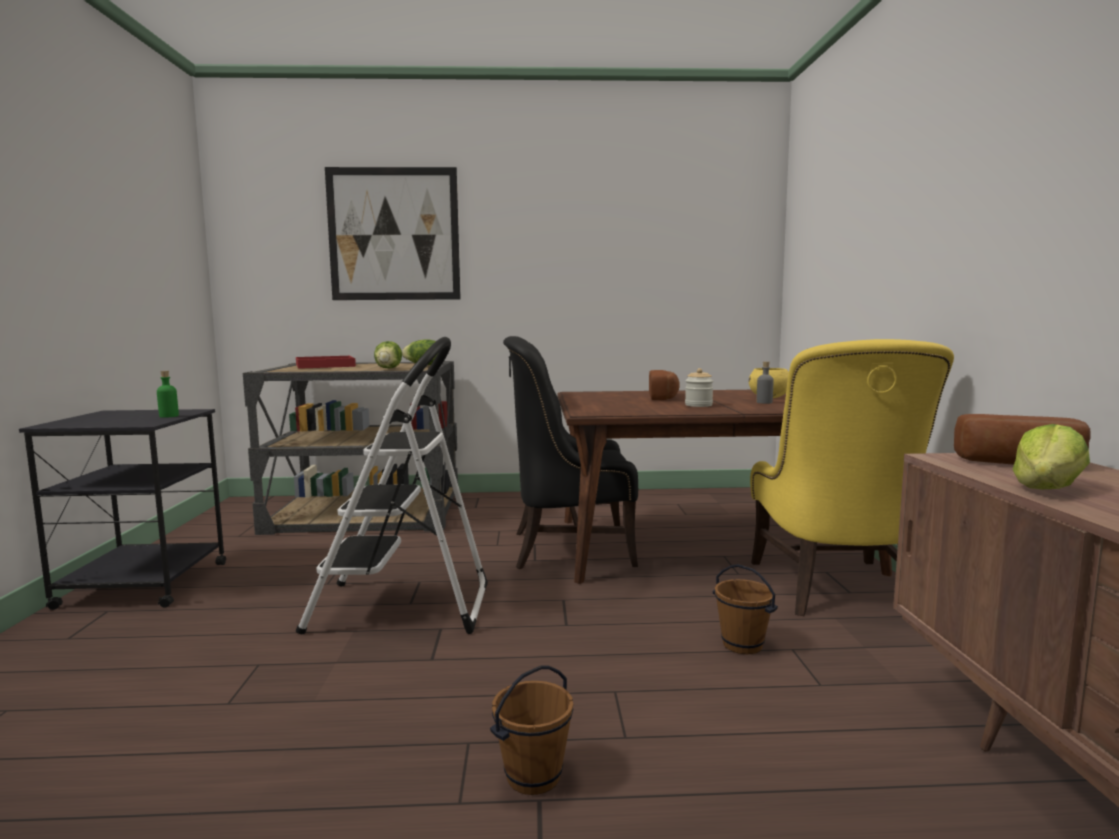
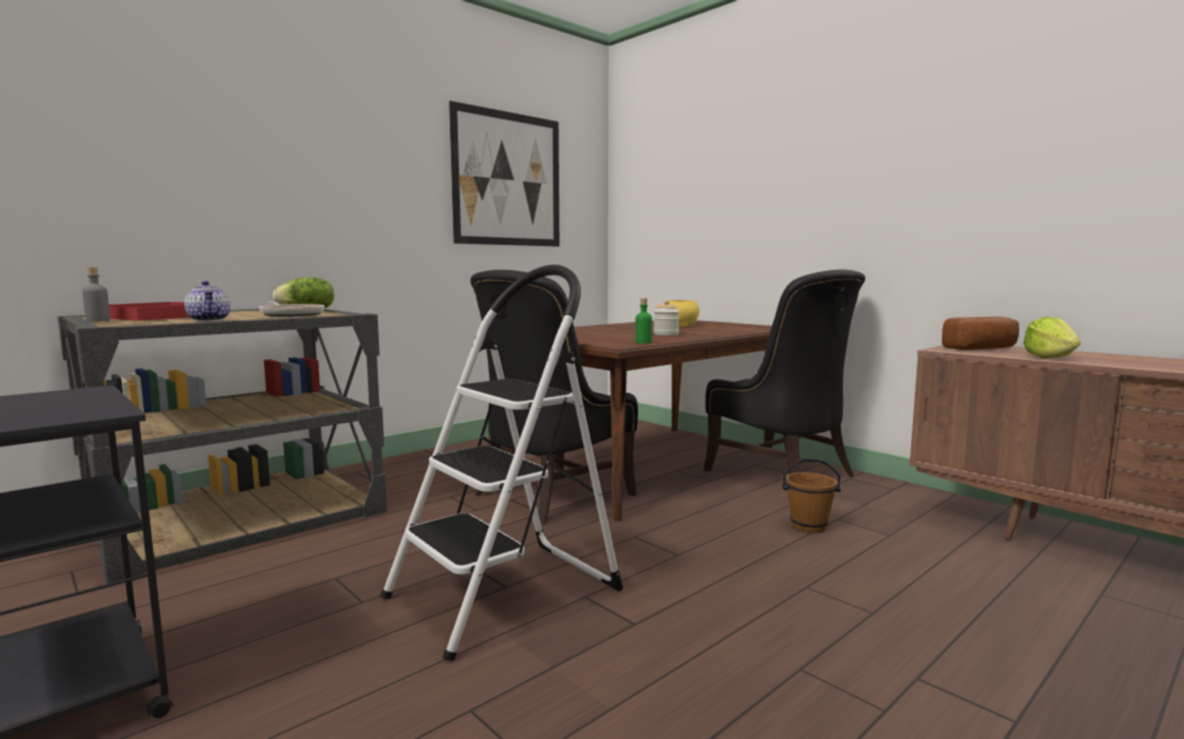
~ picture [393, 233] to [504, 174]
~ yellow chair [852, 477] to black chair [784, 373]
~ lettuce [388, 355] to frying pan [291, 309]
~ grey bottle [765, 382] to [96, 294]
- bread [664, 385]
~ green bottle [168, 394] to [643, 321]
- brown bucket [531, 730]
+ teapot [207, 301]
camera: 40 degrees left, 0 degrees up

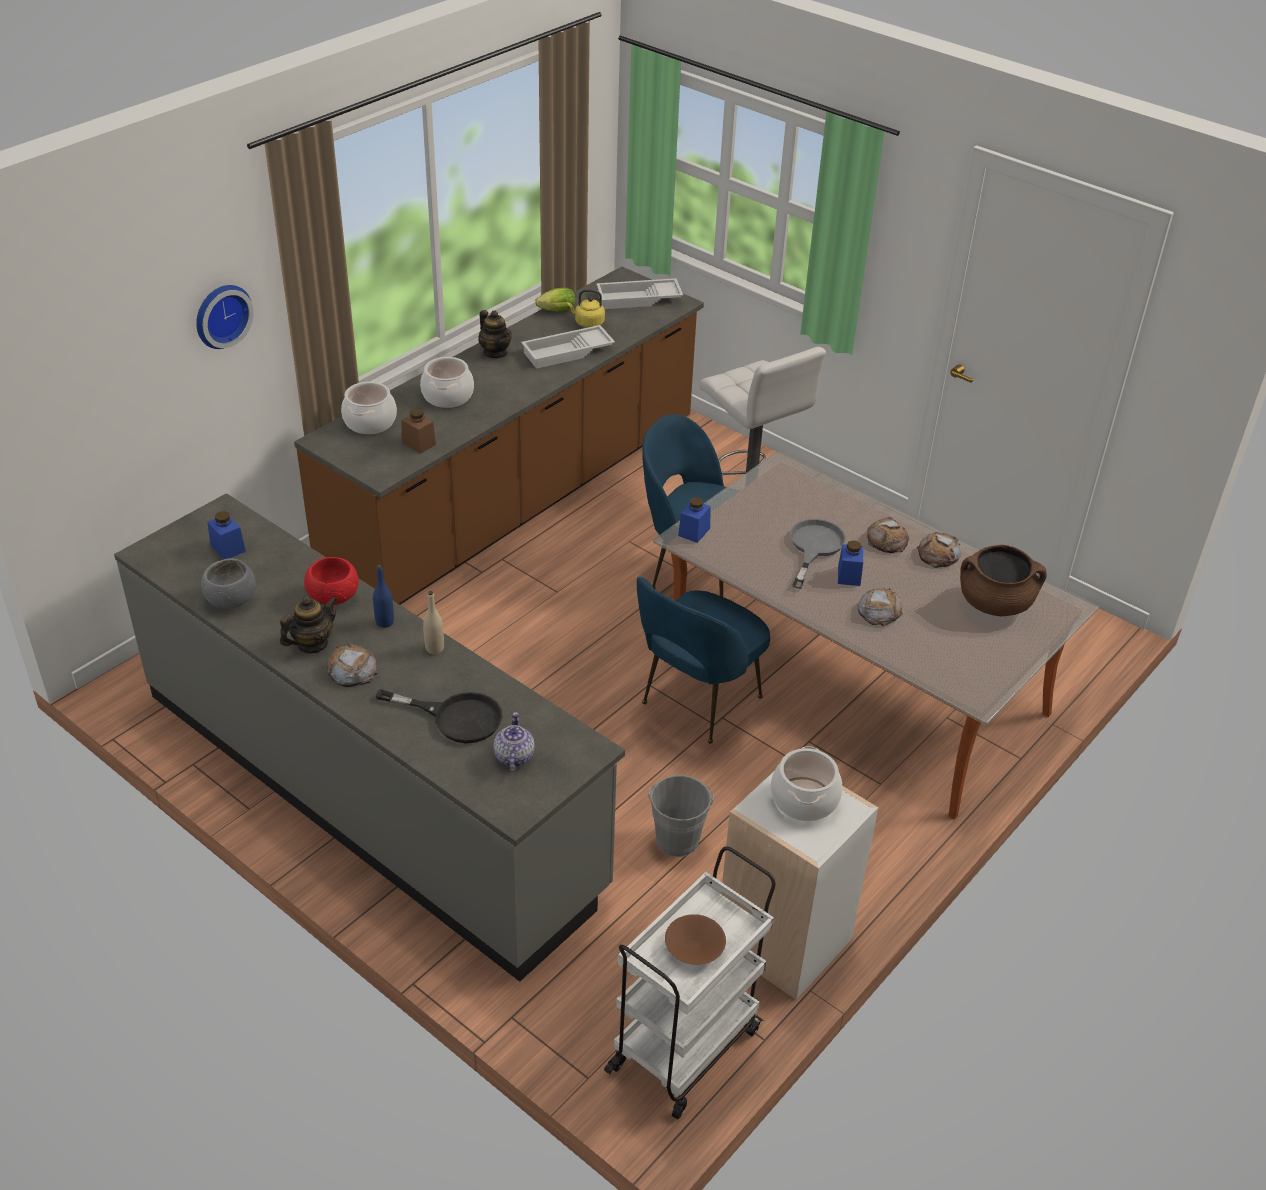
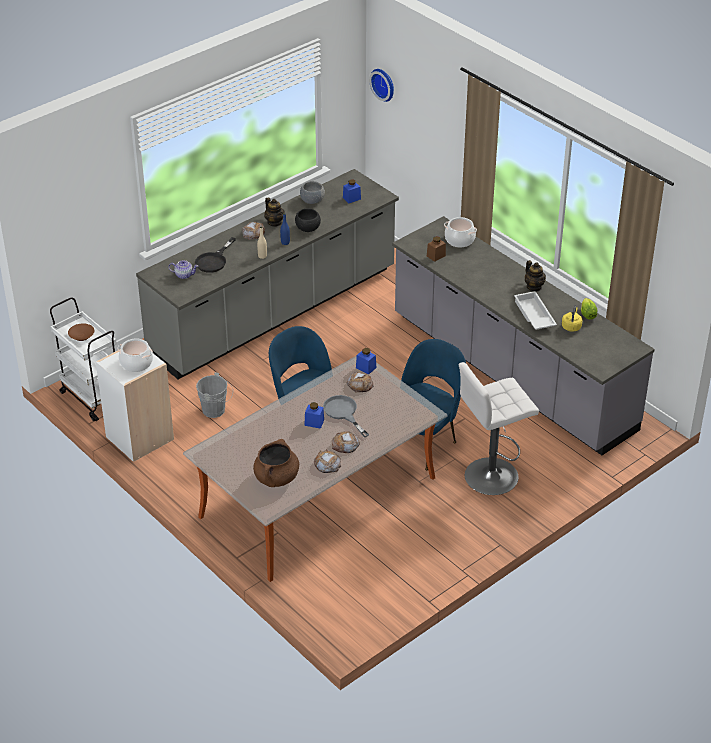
~ brown counter [499, 436] to grey counter [523, 335]
- white tray [639, 293]
~ wall clock [225, 317] to [381, 85]
~ teapot [495, 334] = [535, 275] 90 degrees counterclockwise
- cooking pot [447, 382]
~ grey frying pan [818, 554] = [346, 416] 150 degrees counterclockwise
~ red bowl [331, 581] to black bowl [308, 220]
~ bread [880, 607] to [360, 382]
camera: 100 degrees right, 0 degrees up

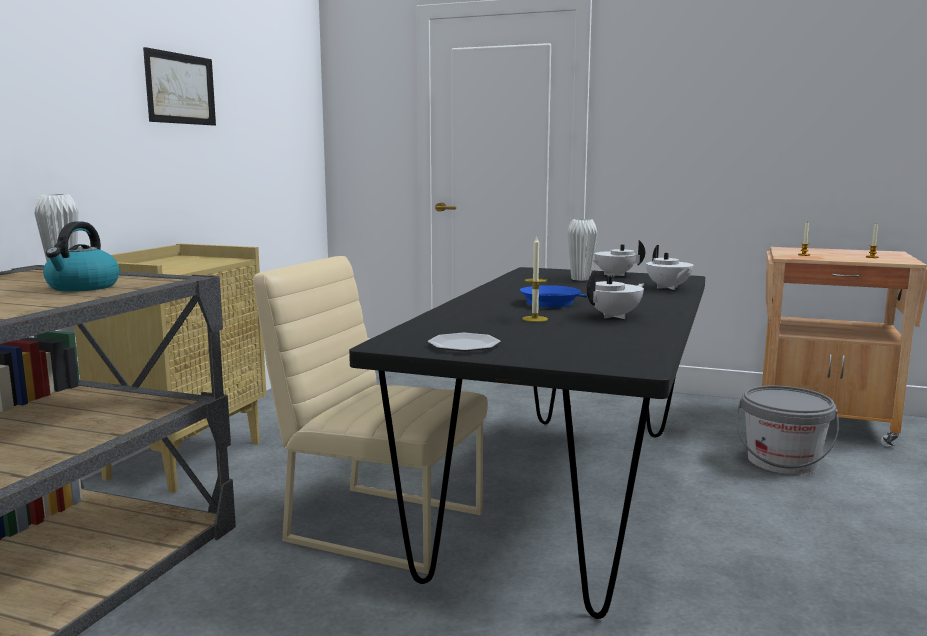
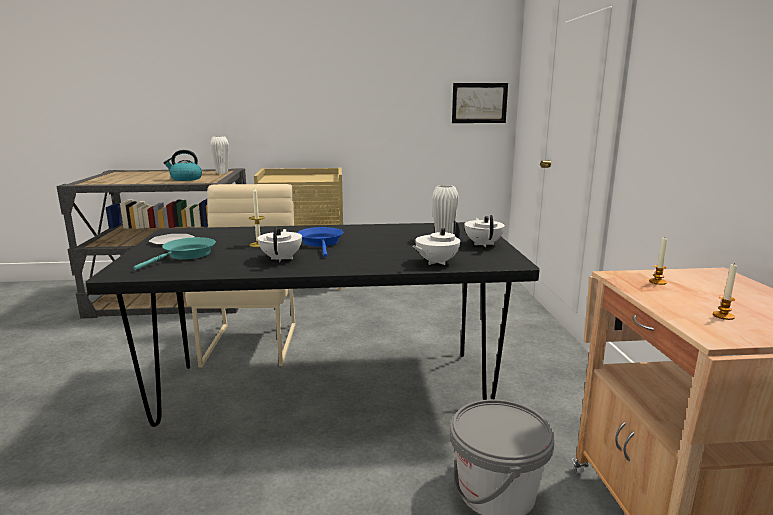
~ picture [179, 86] to [480, 103]
~ white teapot [615, 294] = [279, 244] 120 degrees counterclockwise
+ turquoise frying pan [174, 253]
camera: 65 degrees right, 5 degrees up

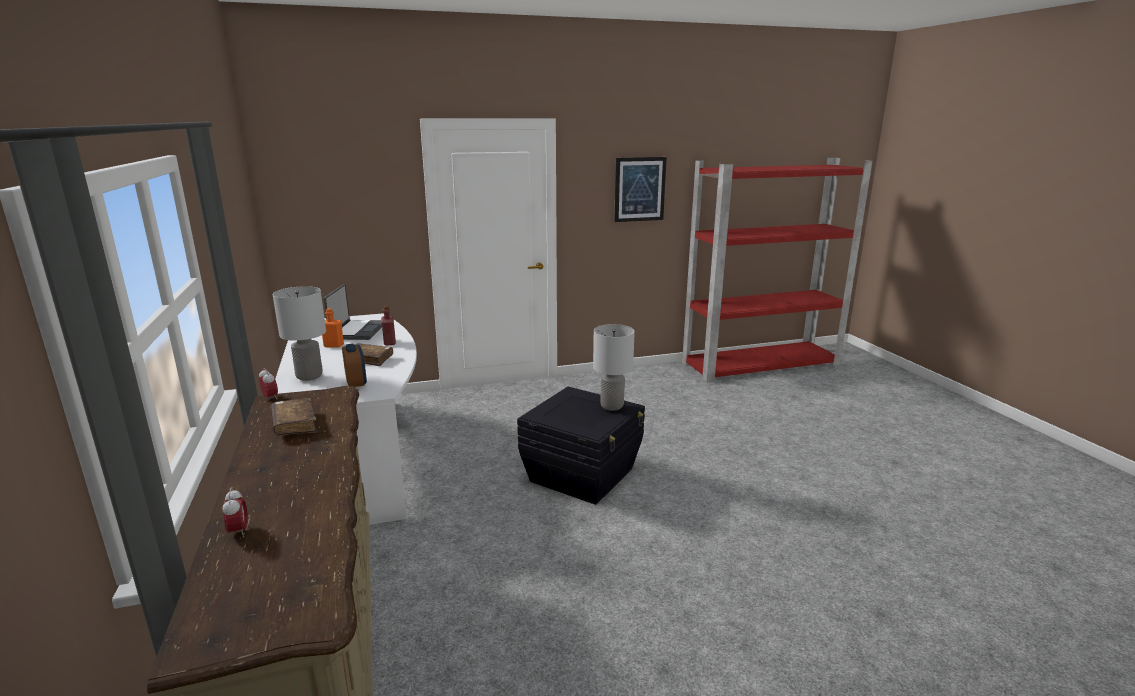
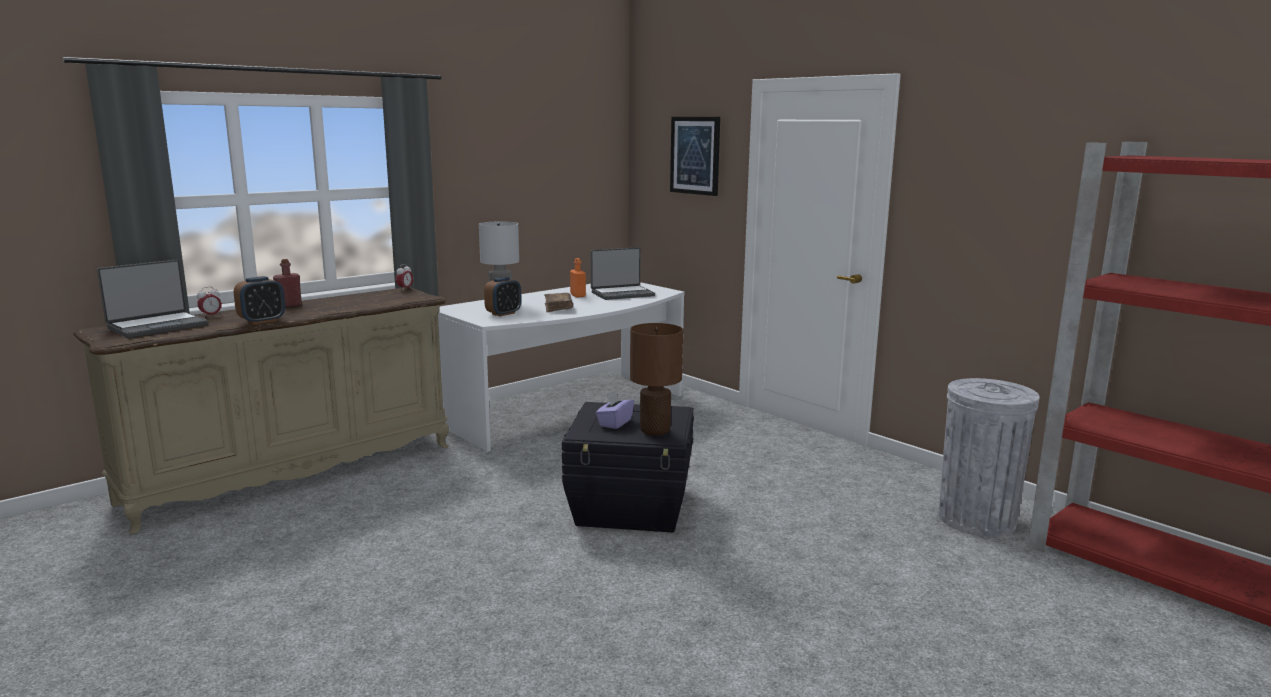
~ picture [640, 189] to [695, 156]
~ red bottle [388, 326] to [287, 283]
~ grey table lamp [614, 367] to brown table lamp [656, 379]
- brown book [294, 417]
+ laptop [152, 299]
+ alarm clock [259, 300]
+ grey trash can [989, 457]
+ purple tissue box [615, 410]
camera: 65 degrees right, 5 degrees down

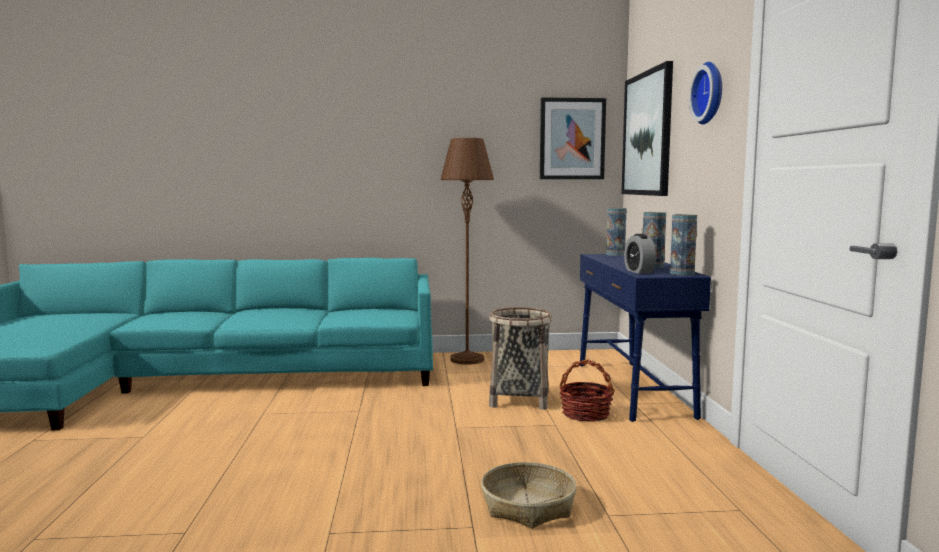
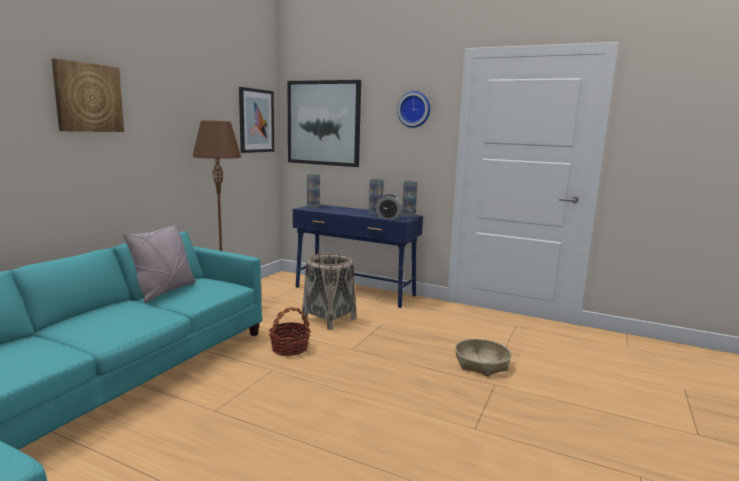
~ basket [587, 390] to [290, 331]
+ picture [88, 95]
+ purple pillow [159, 263]
camera: 60 degrees left, 5 degrees up

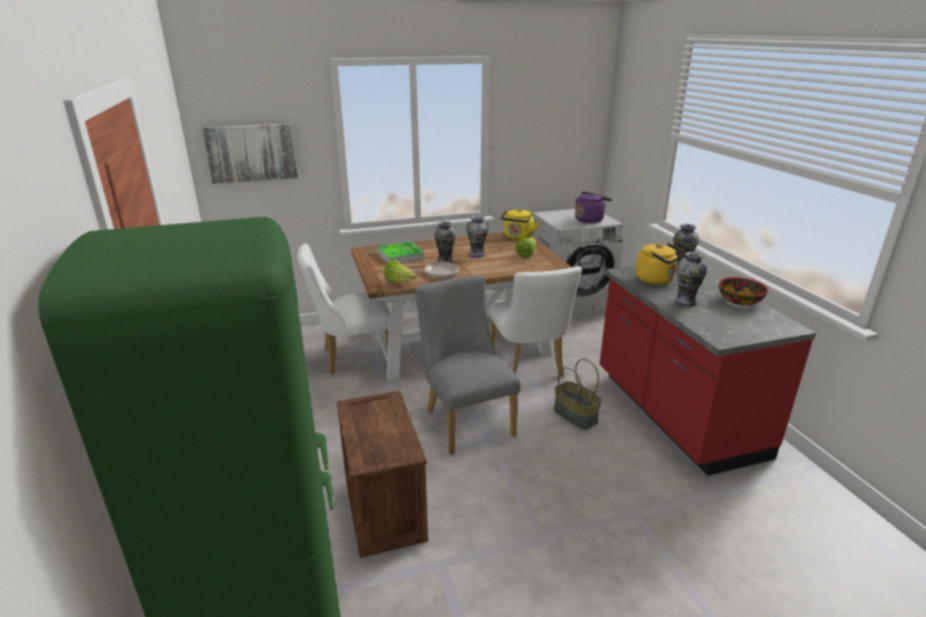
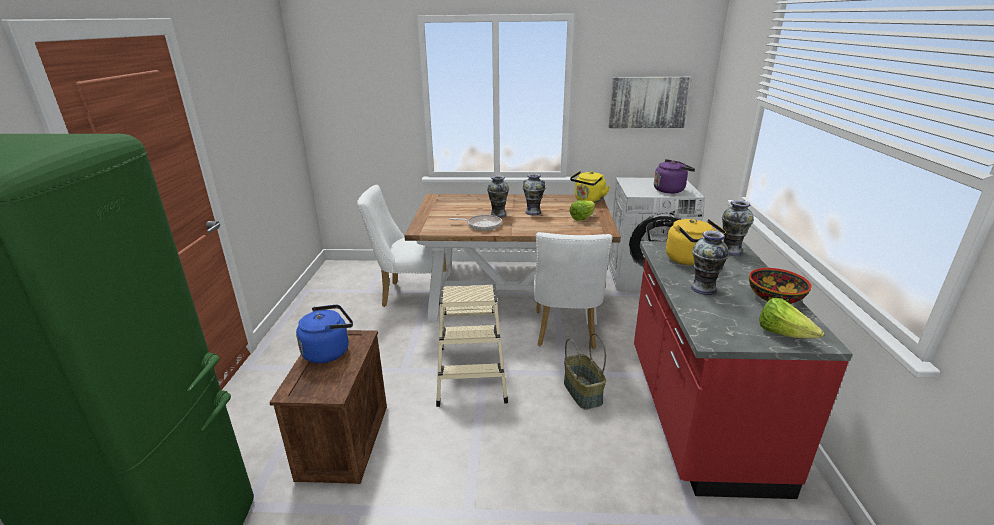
~ picture [250, 154] to [650, 102]
- tray [400, 252]
~ lettuce [401, 271] to [791, 318]
~ grey chair [468, 365] to beige step ladder [472, 345]
+ blue kettle [324, 334]
camera: 20 degrees right, 0 degrees up

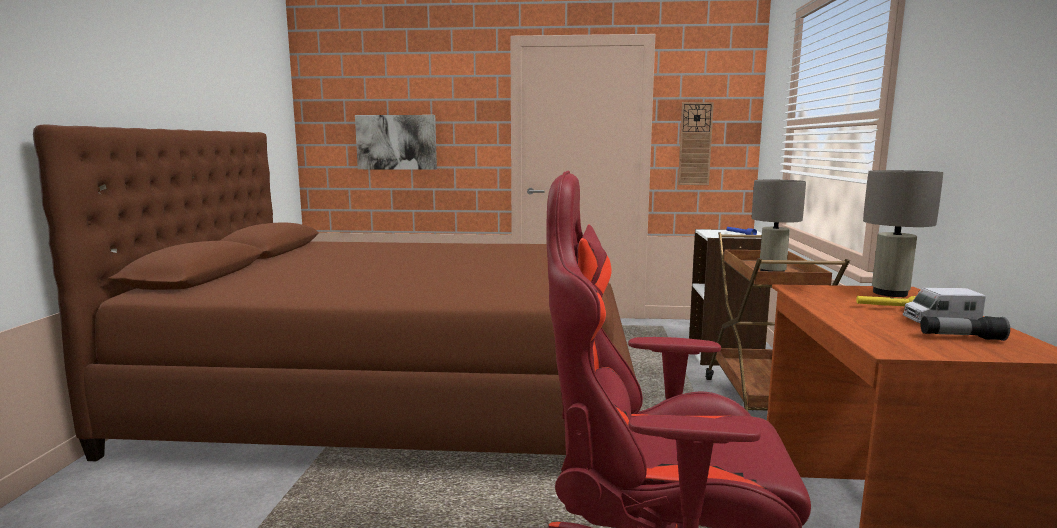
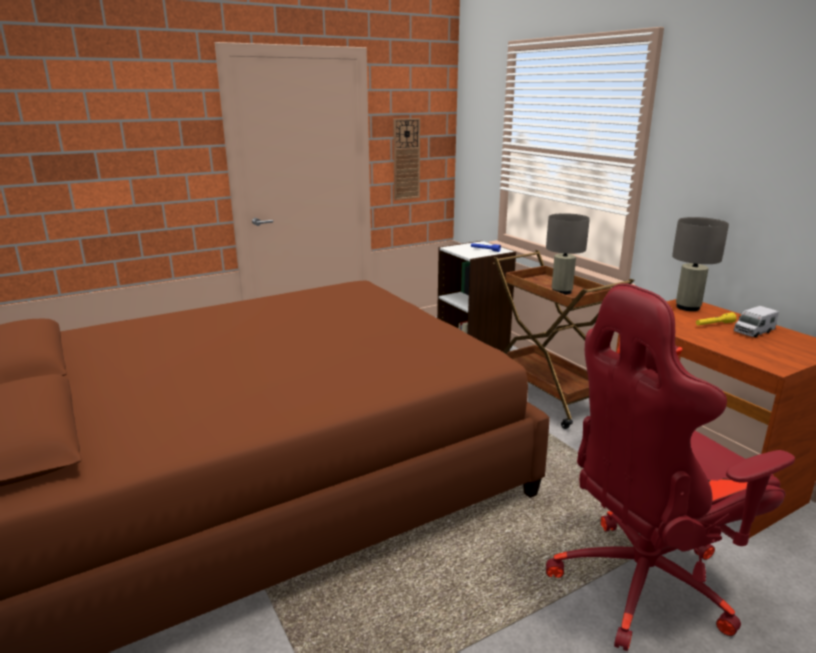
- picture [396, 142]
- flashlight [965, 328]
camera: 35 degrees left, 10 degrees up

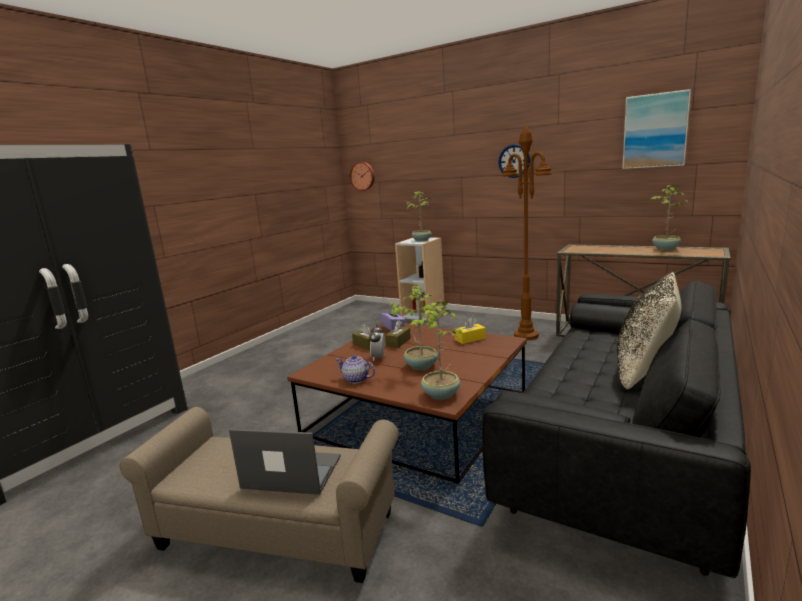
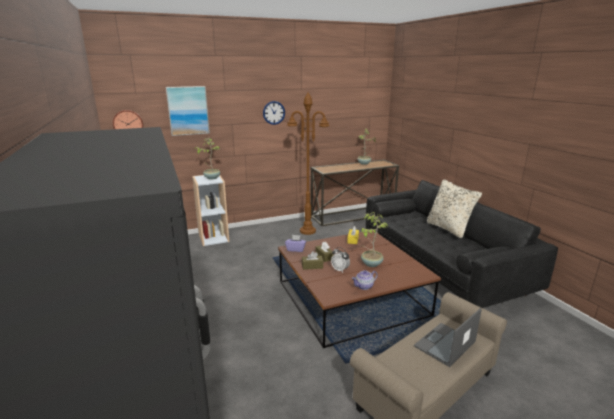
~ picture [656, 129] to [188, 111]
- potted plant [436, 350]
camera: 55 degrees left, 5 degrees up

